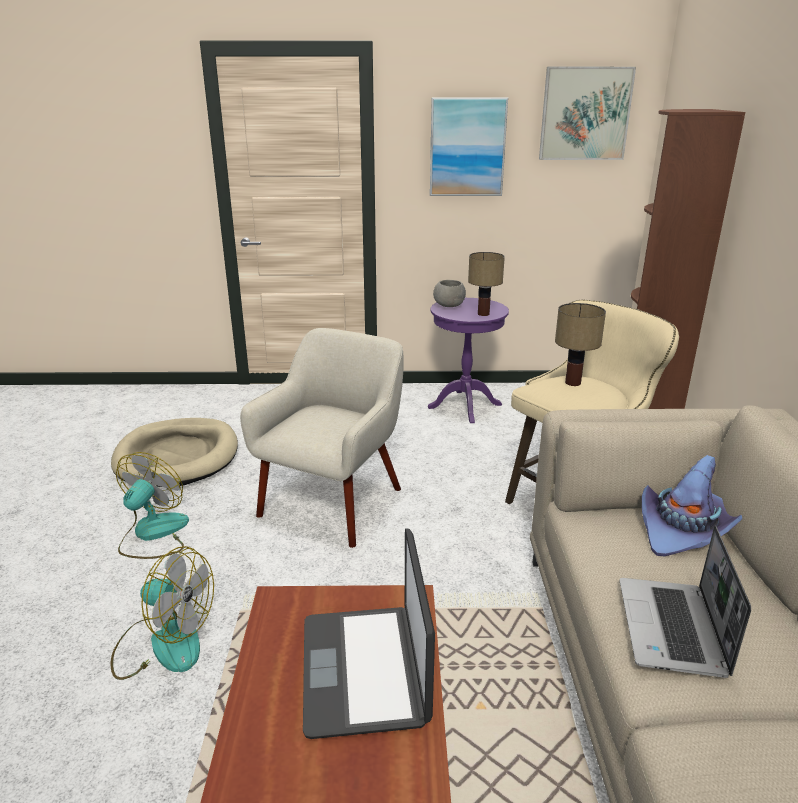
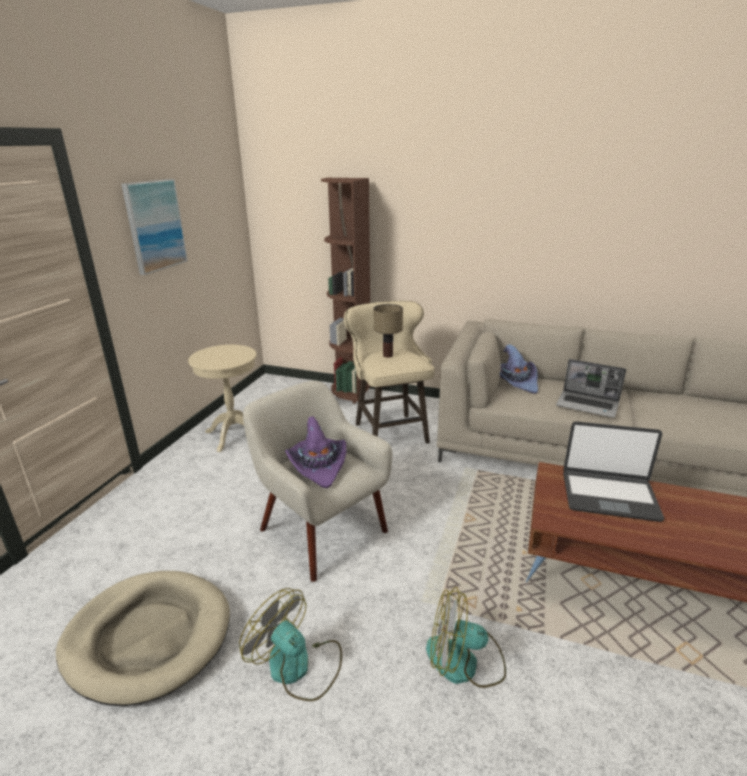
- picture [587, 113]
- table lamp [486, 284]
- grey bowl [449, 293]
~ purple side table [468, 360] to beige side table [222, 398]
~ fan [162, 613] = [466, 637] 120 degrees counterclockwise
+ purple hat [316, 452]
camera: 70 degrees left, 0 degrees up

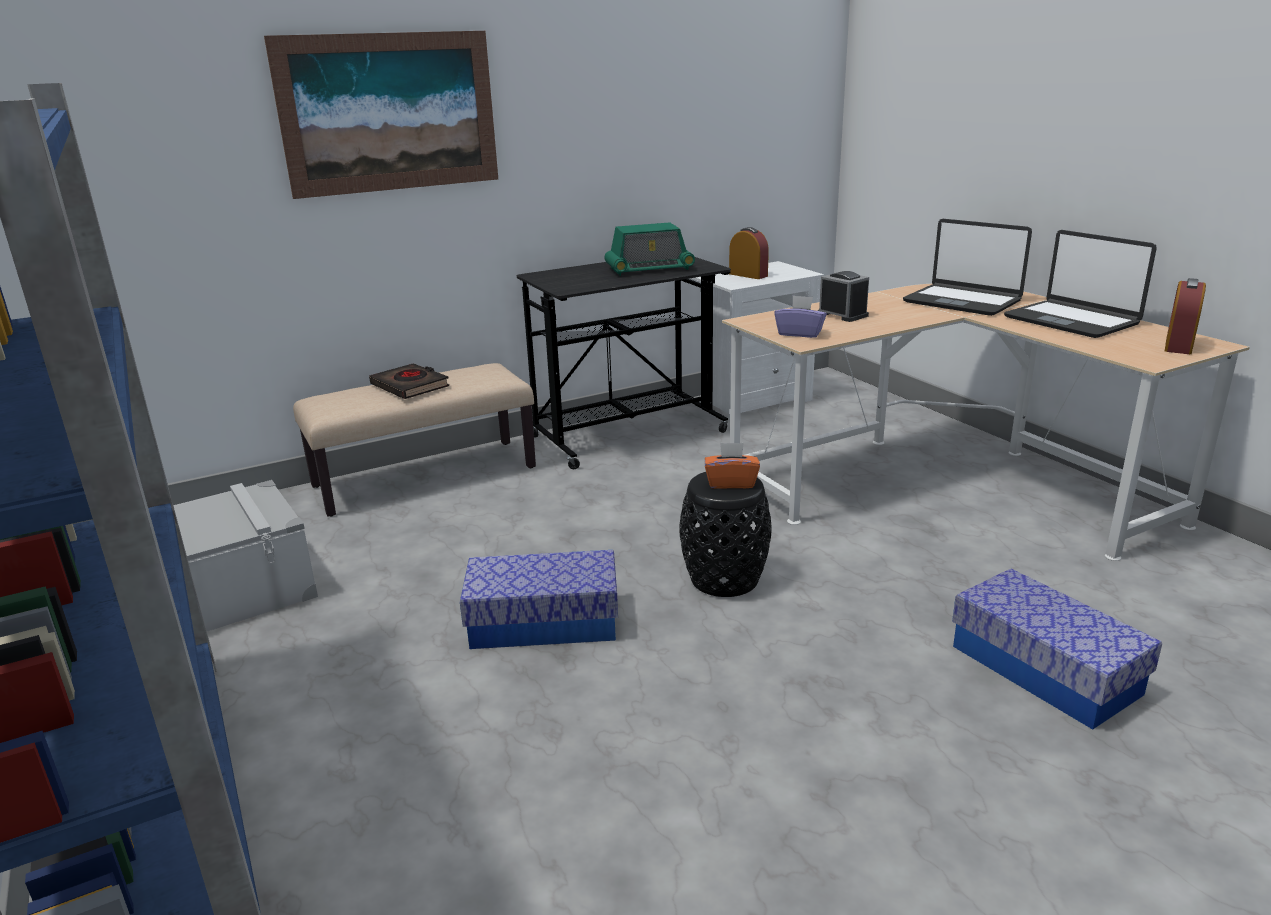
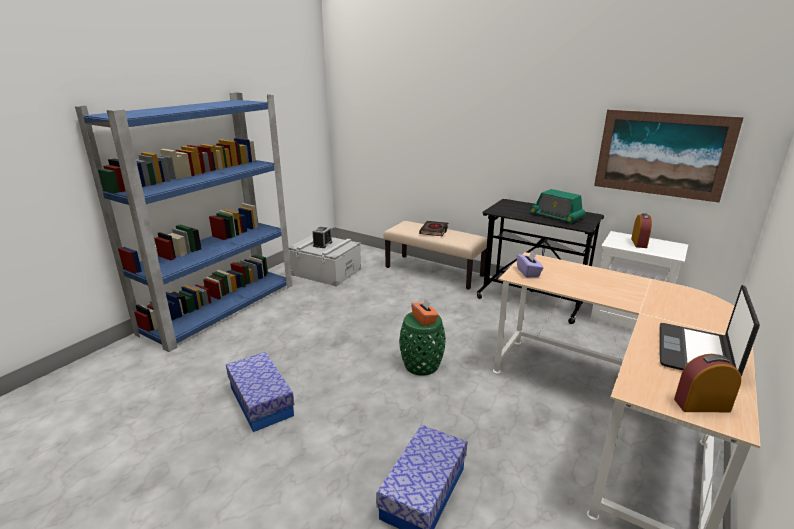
~ picture [381, 115] to [669, 156]
- laptop [967, 267]
~ alarm clock [843, 296] to [322, 237]
~ black stool [725, 534] to green stool [422, 344]
~ storage box [539, 599] to [260, 392]
camera: 60 degrees right, 0 degrees up

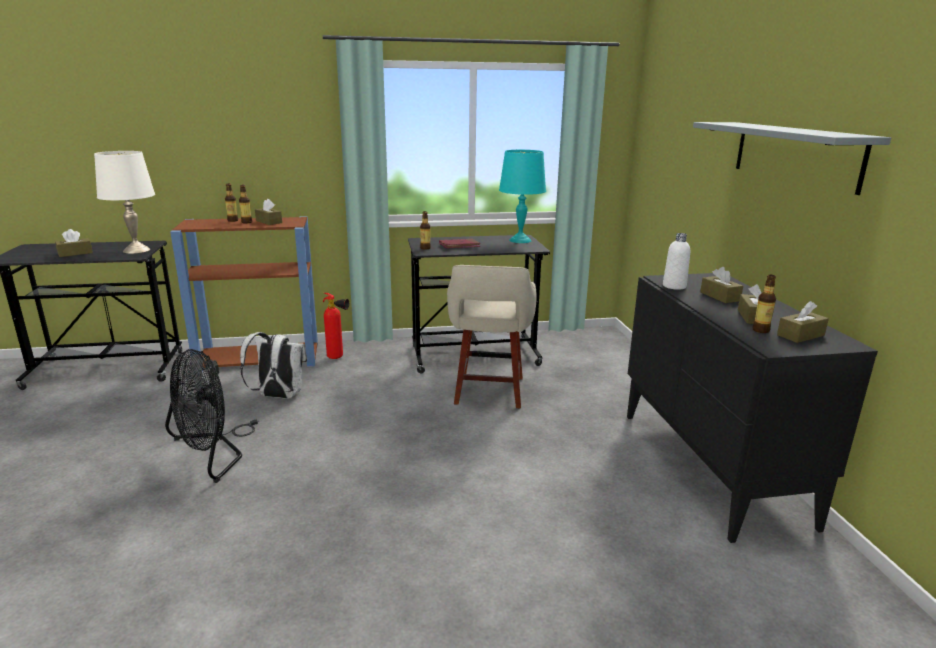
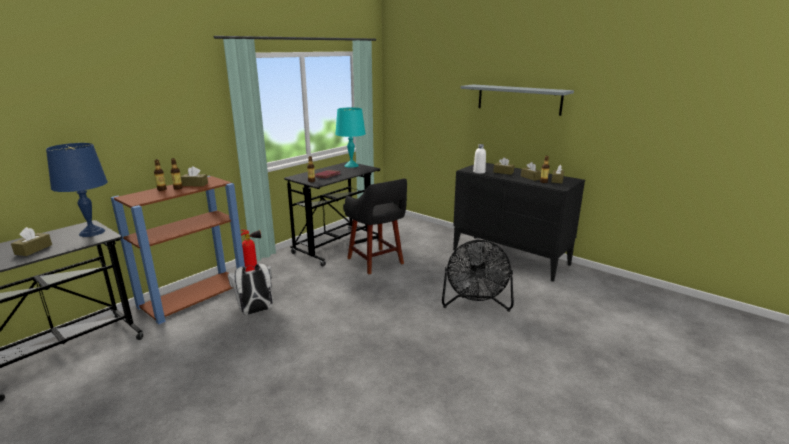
~ white table lamp [124, 202] to blue table lamp [77, 190]
~ beige stool [492, 336] to black stool [375, 226]
~ black fan [212, 416] to [478, 276]
camera: 40 degrees left, 0 degrees up

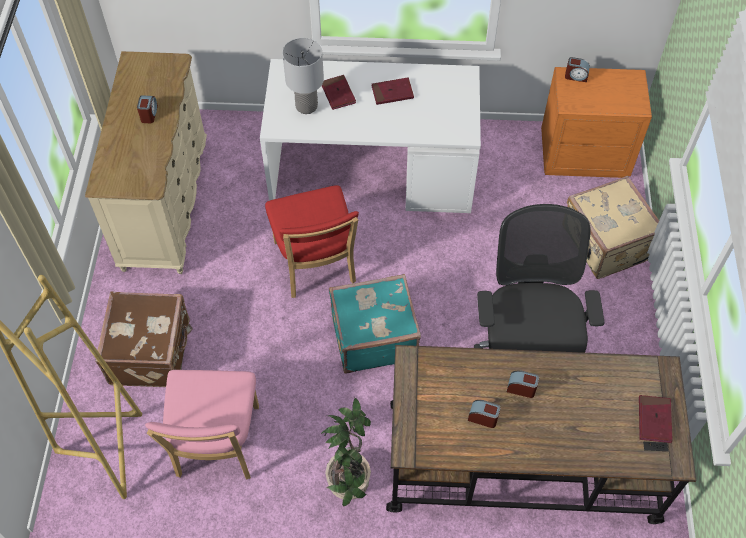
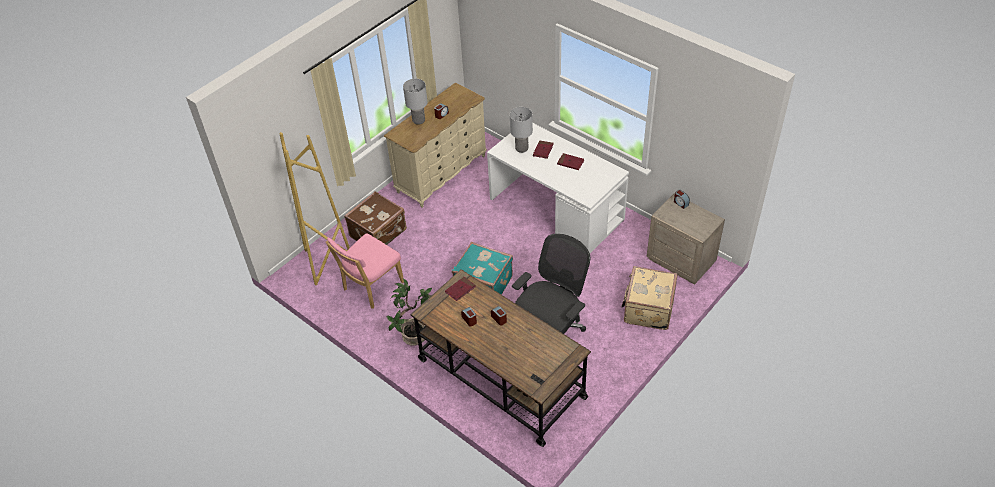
~ orange nightstand [596, 122] to beige nightstand [686, 239]
- red chair [312, 241]
~ red book [656, 419] to [460, 289]
+ grey table lamp [415, 102]
camera: 40 degrees right, 10 degrees down

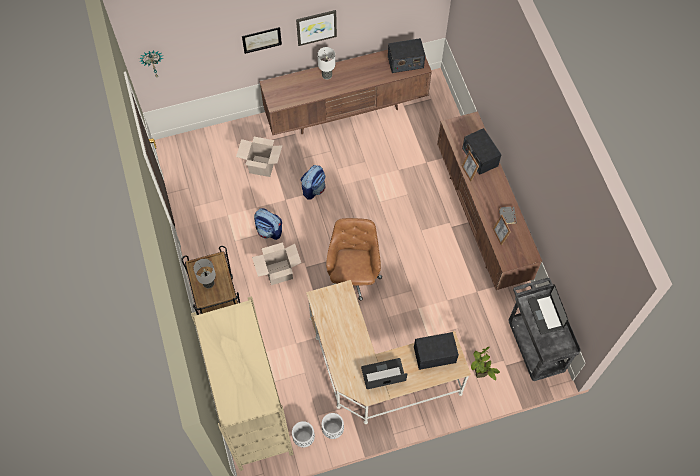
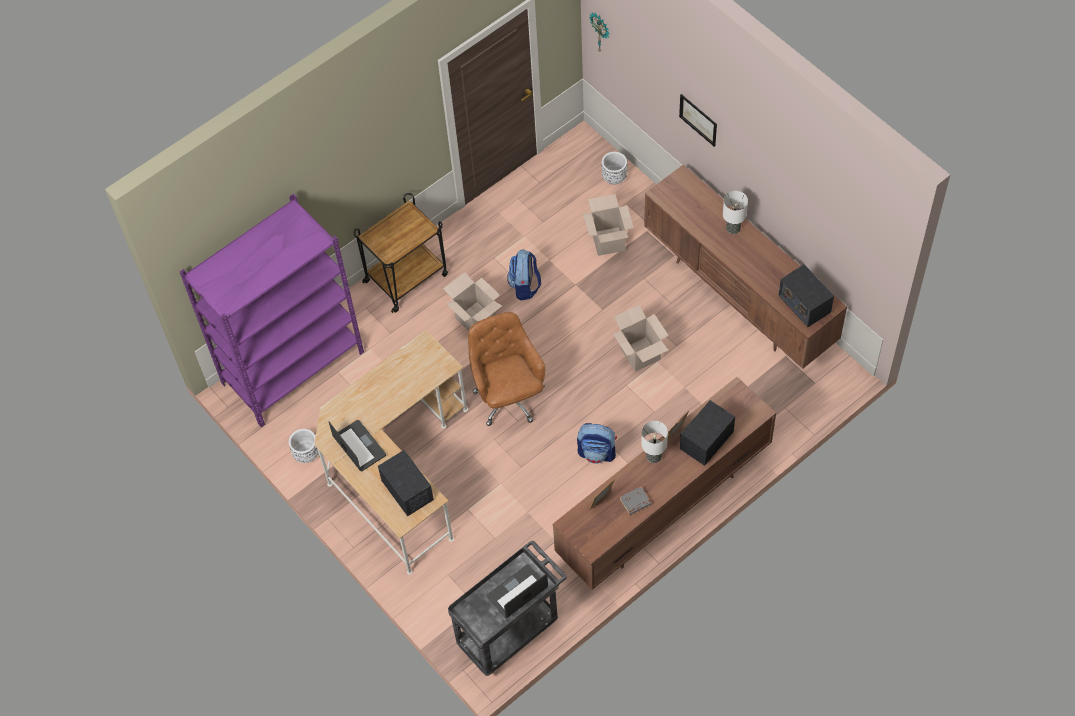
- picture [316, 28]
~ backpack [312, 182] to [597, 443]
~ brown office chair [354, 259] = [506, 369] 90 degrees counterclockwise
~ table lamp [204, 273] to [654, 442]
~ beige bookcase [242, 383] to purple bookcase [272, 310]
- potted plant [485, 363]
~ white planter [303, 434] to [614, 168]
+ cardboard box [641, 338]
camera: 70 degrees right, 5 degrees down

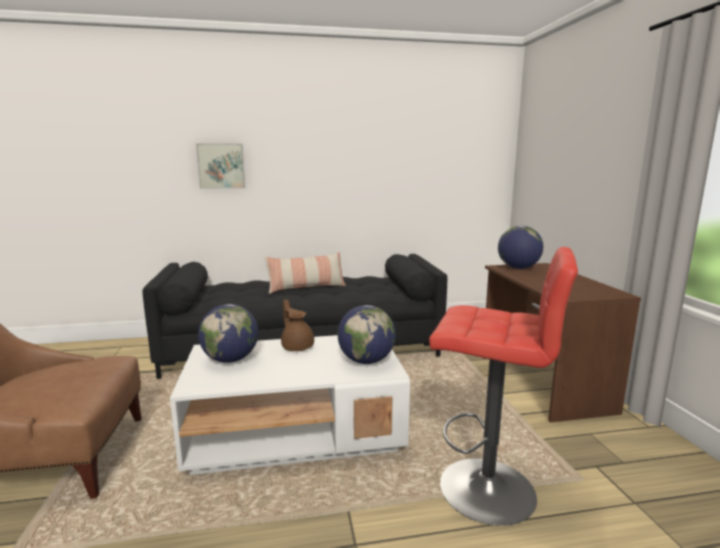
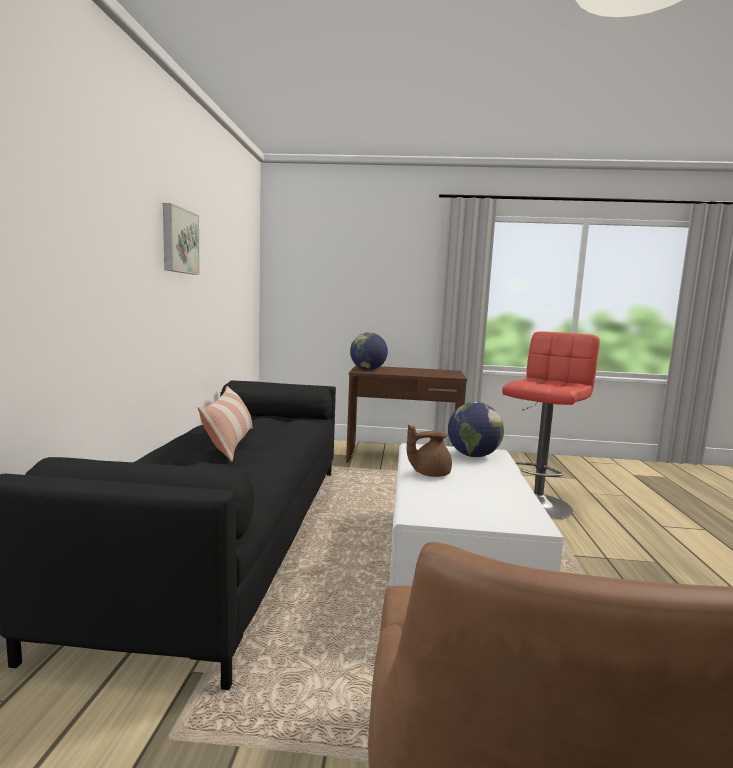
~ picture [220, 166] to [181, 239]
- globe [228, 333]
camera: 75 degrees left, 5 degrees down

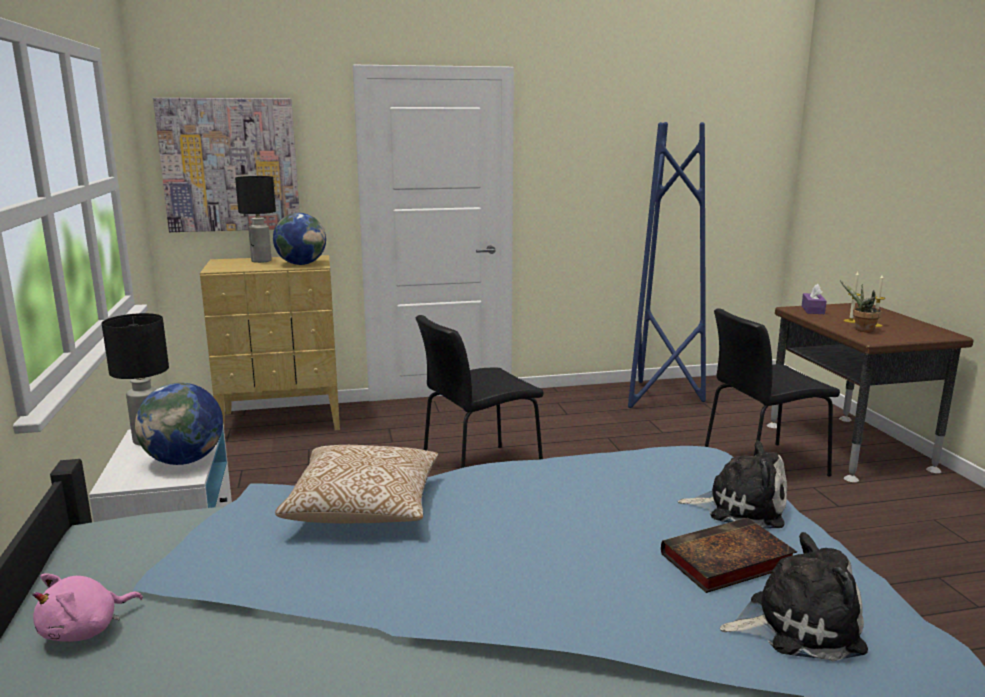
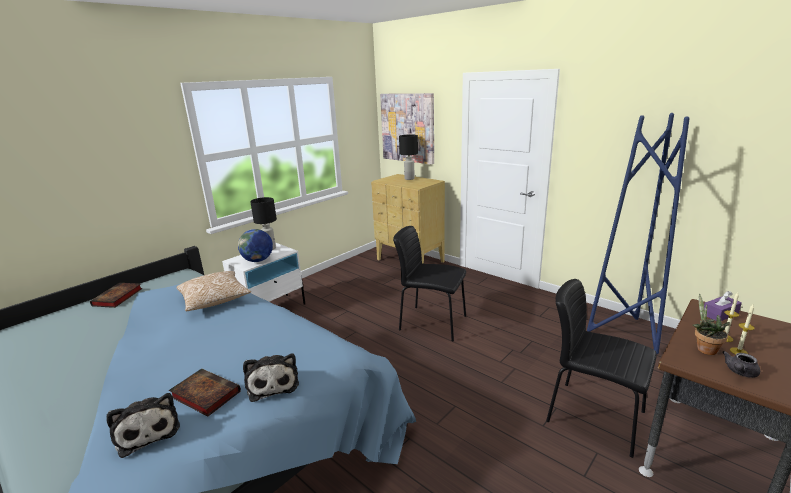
- globe [299, 239]
~ pink plush toy [87, 607] to book [116, 295]
+ grey teapot [741, 364]
camera: 55 degrees right, 5 degrees up

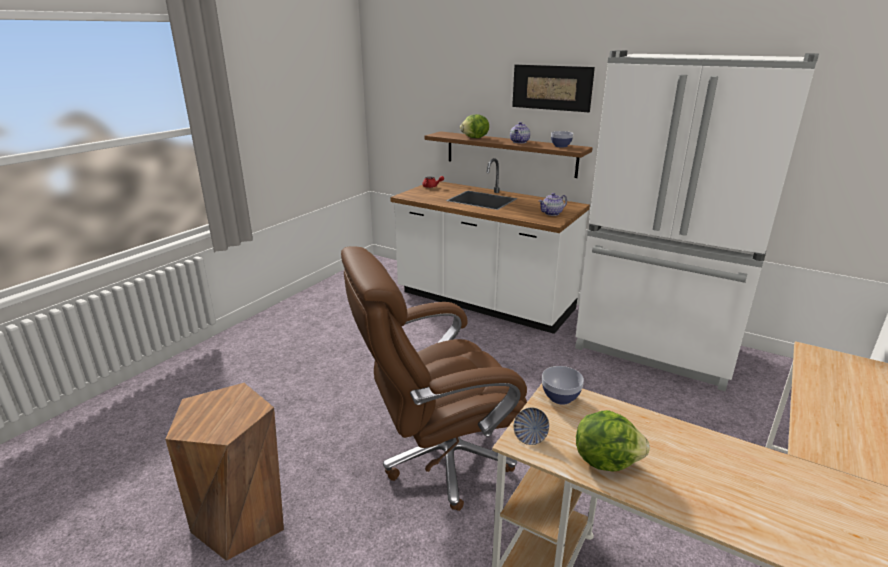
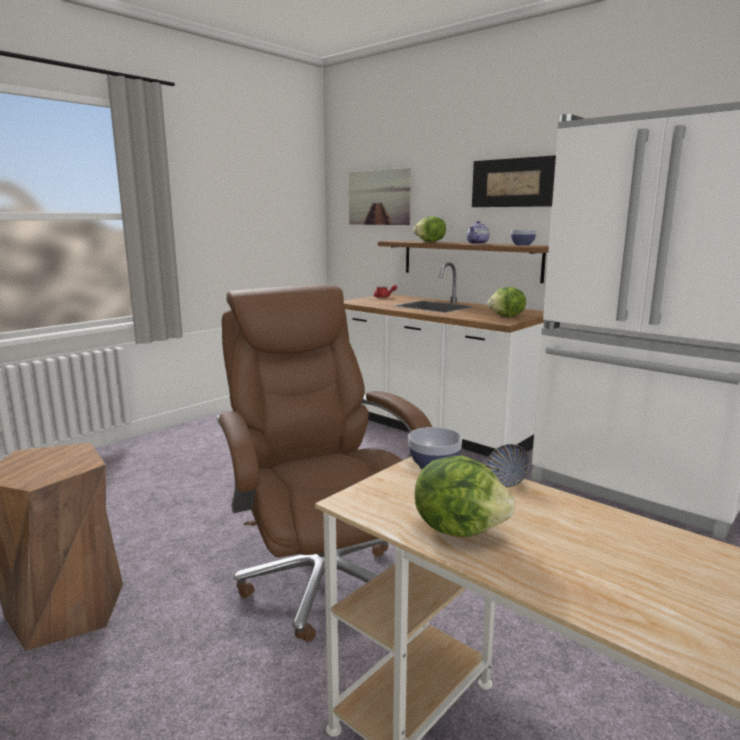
~ teapot [553, 204] to lettuce [507, 302]
~ brown office chair [434, 378] = [324, 463] 75 degrees clockwise
~ bowl [531, 426] to [508, 465]
+ picture [380, 196]
camera: 10 degrees right, 10 degrees down

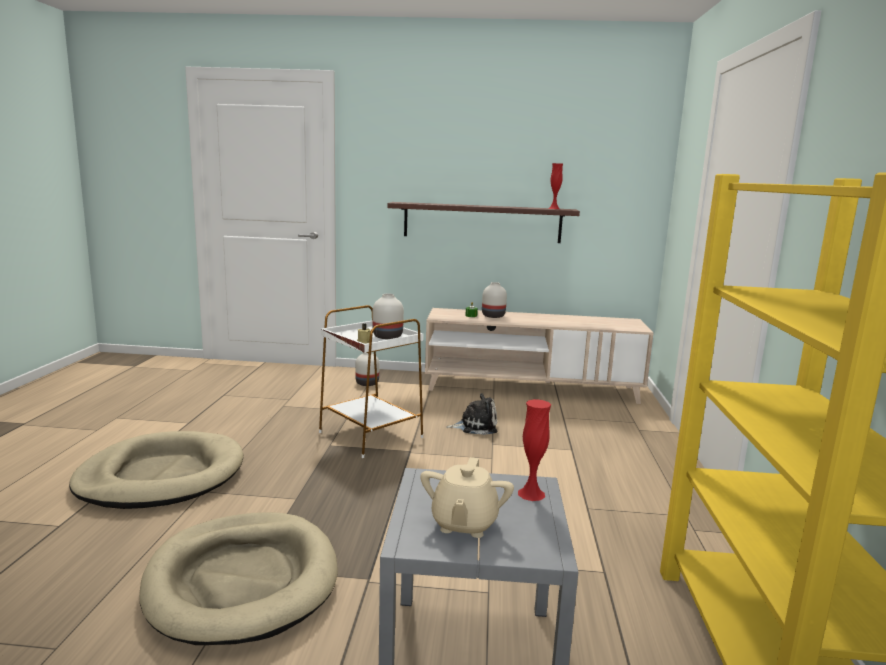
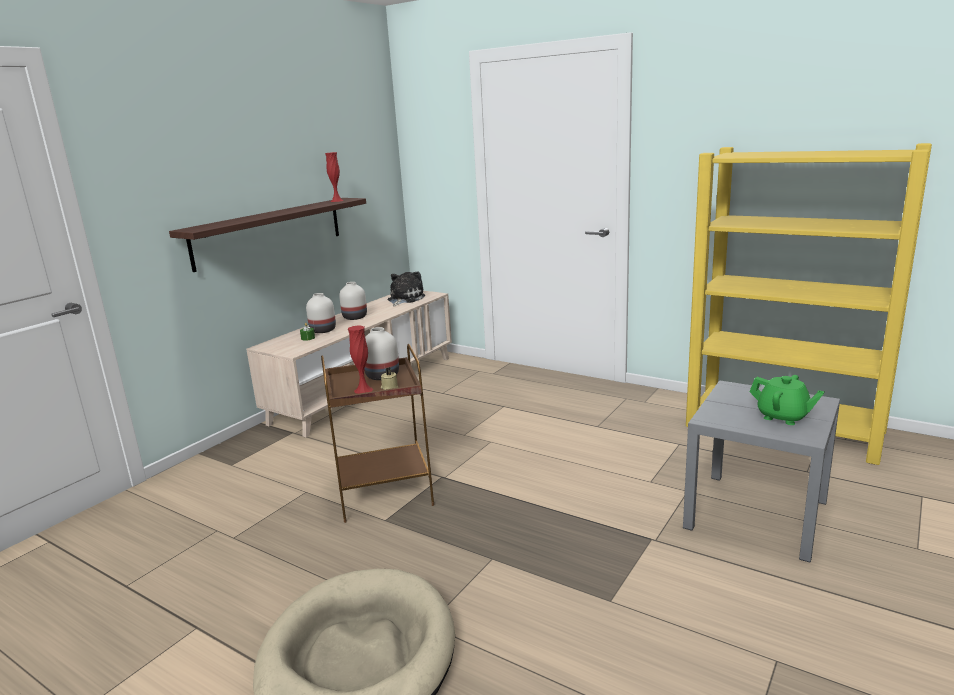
~ white side table [371, 381] to brown side table [377, 433]
~ white vase [367, 369] to [353, 301]
~ plush toy [471, 414] to [406, 288]
~ red vase [534, 450] to [360, 360]
~ beige teapot [467, 497] to green teapot [787, 400]
- beige dog bed [238, 578]
camera: 60 degrees left, 5 degrees up

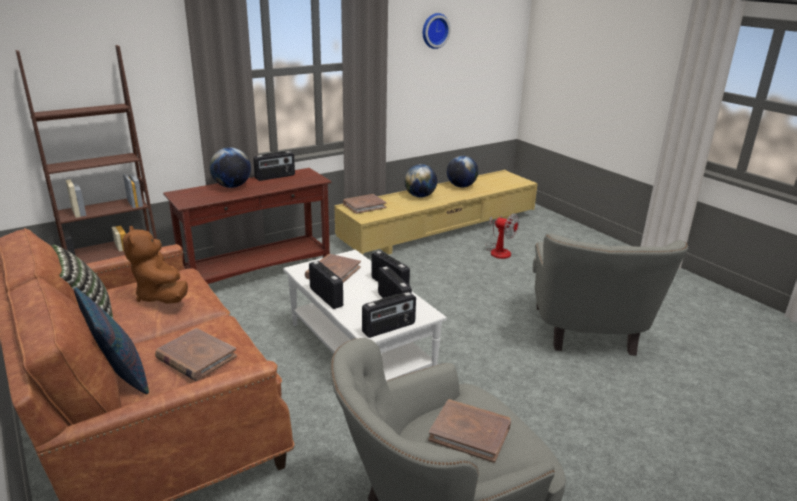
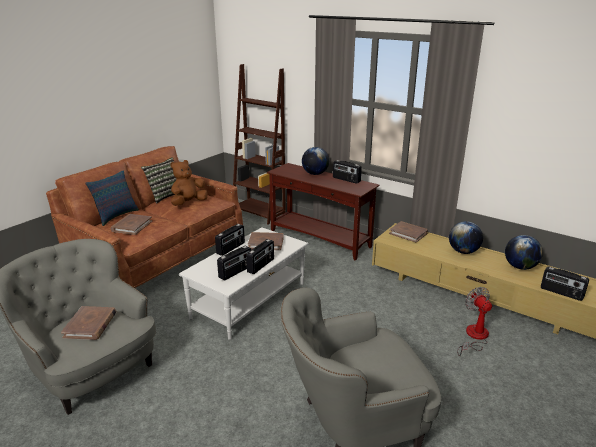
- wall clock [437, 31]
~ fan [502, 236] = [474, 321] 150 degrees clockwise
~ radio [389, 315] to [565, 283]
camera: 70 degrees right, 0 degrees up

